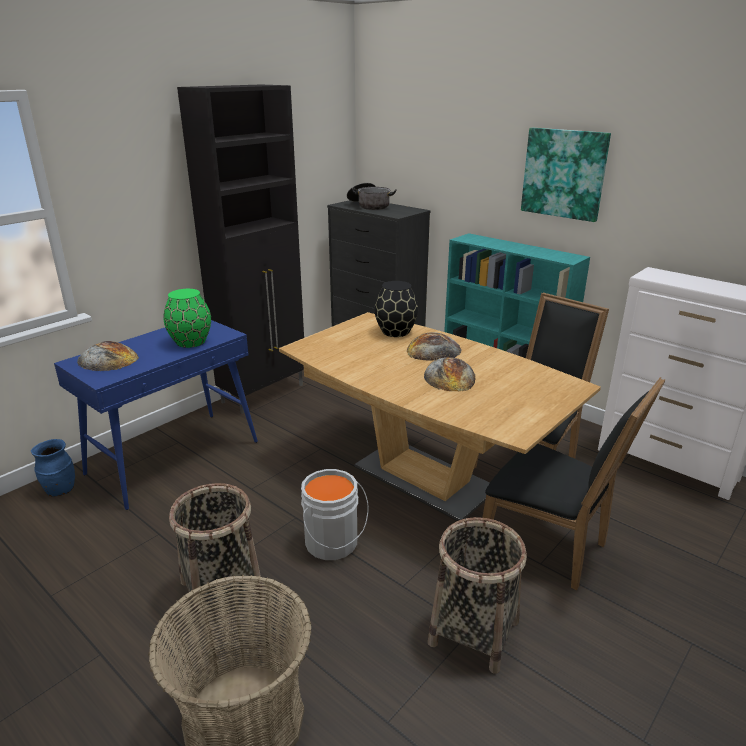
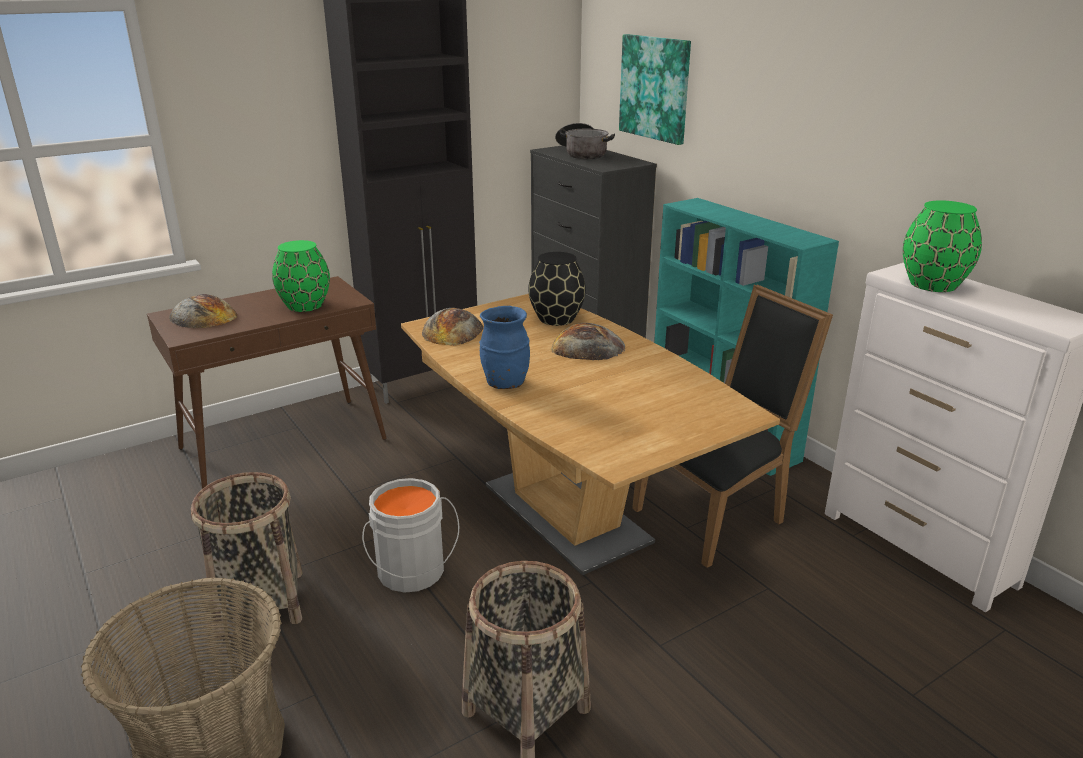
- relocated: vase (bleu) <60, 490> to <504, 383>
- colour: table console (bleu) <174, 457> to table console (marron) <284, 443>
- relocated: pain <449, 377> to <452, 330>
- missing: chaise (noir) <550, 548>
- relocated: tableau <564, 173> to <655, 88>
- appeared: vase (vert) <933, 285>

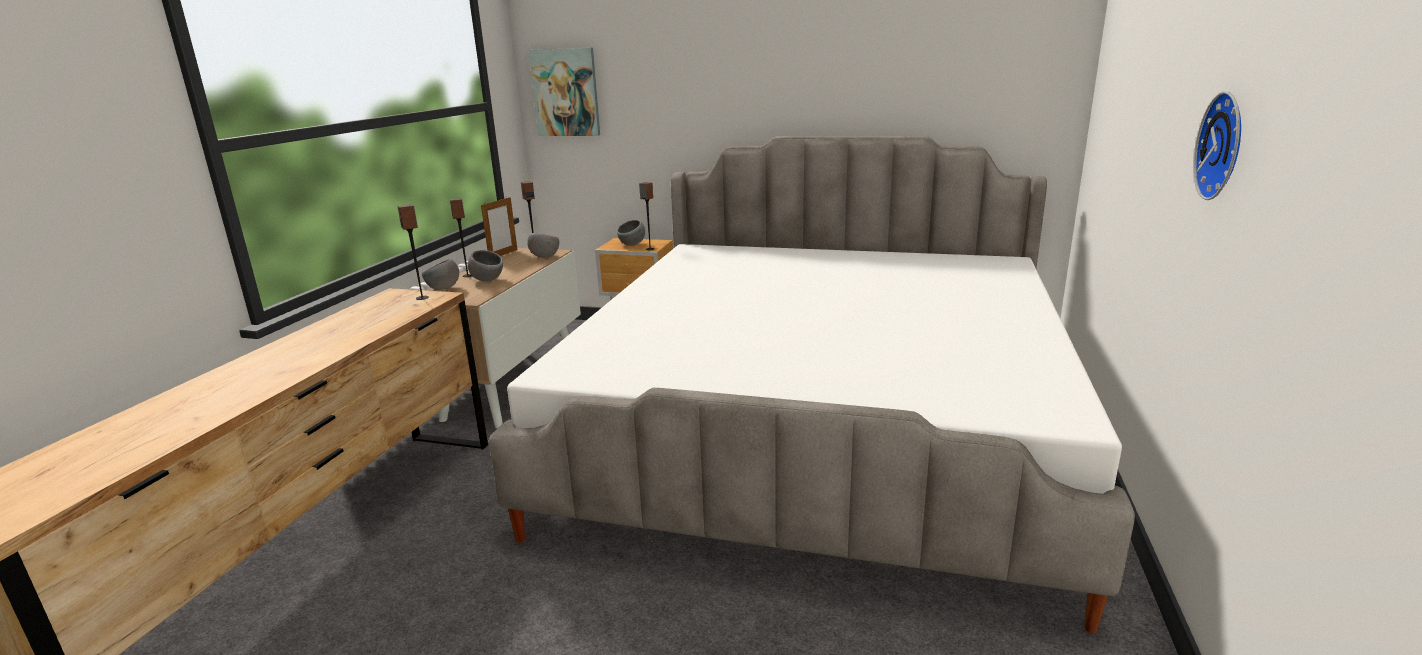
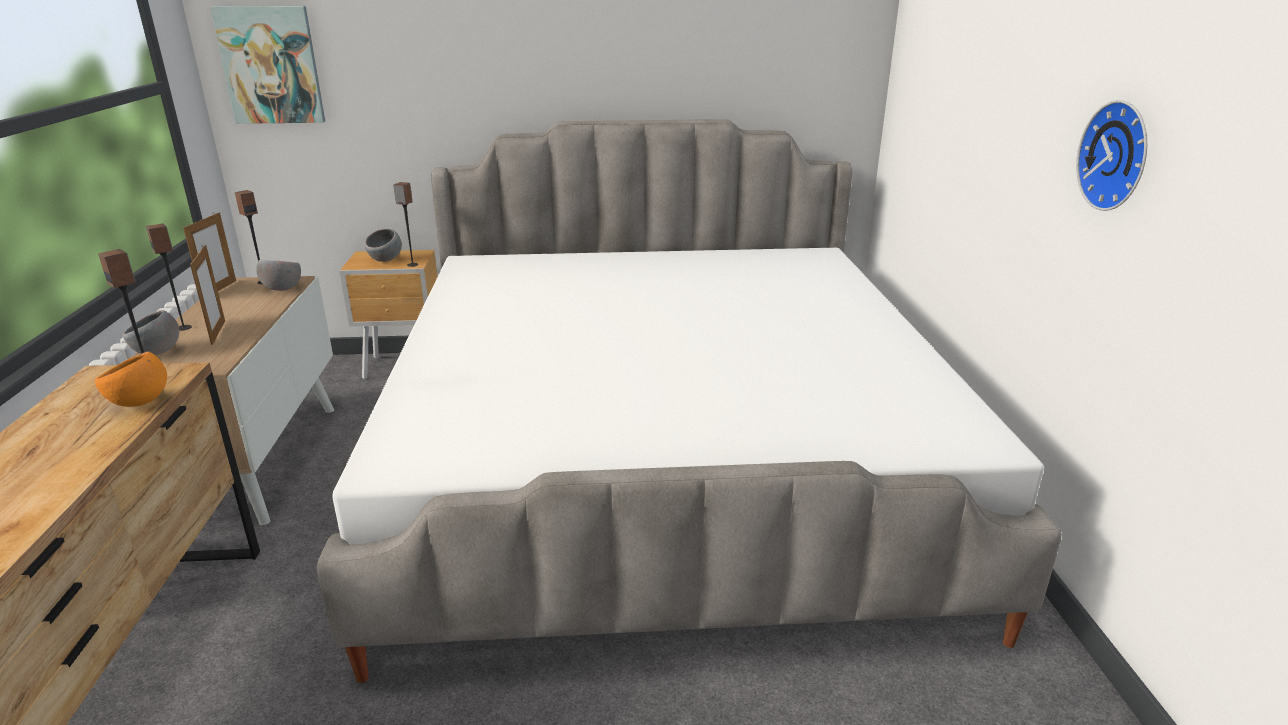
- exchanged: bol (gris) <487, 280> to cadre photo <218, 332>
- appeared: bol (orange) <140, 403>

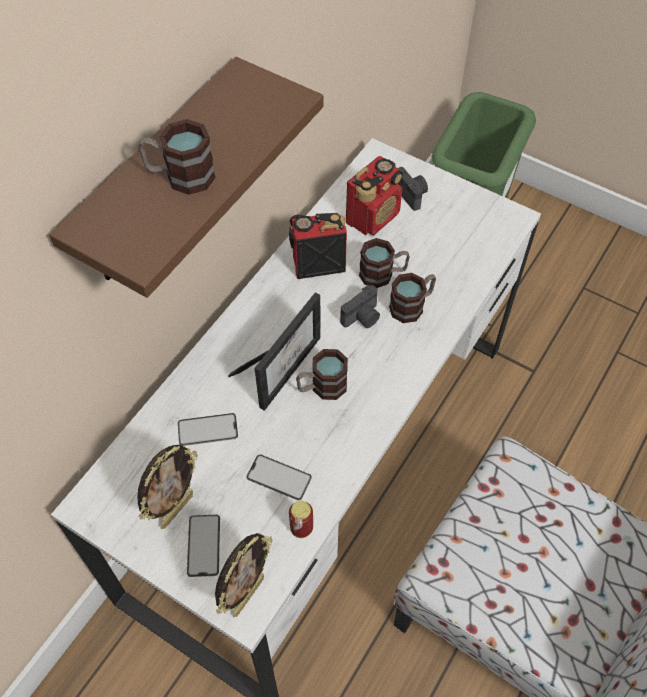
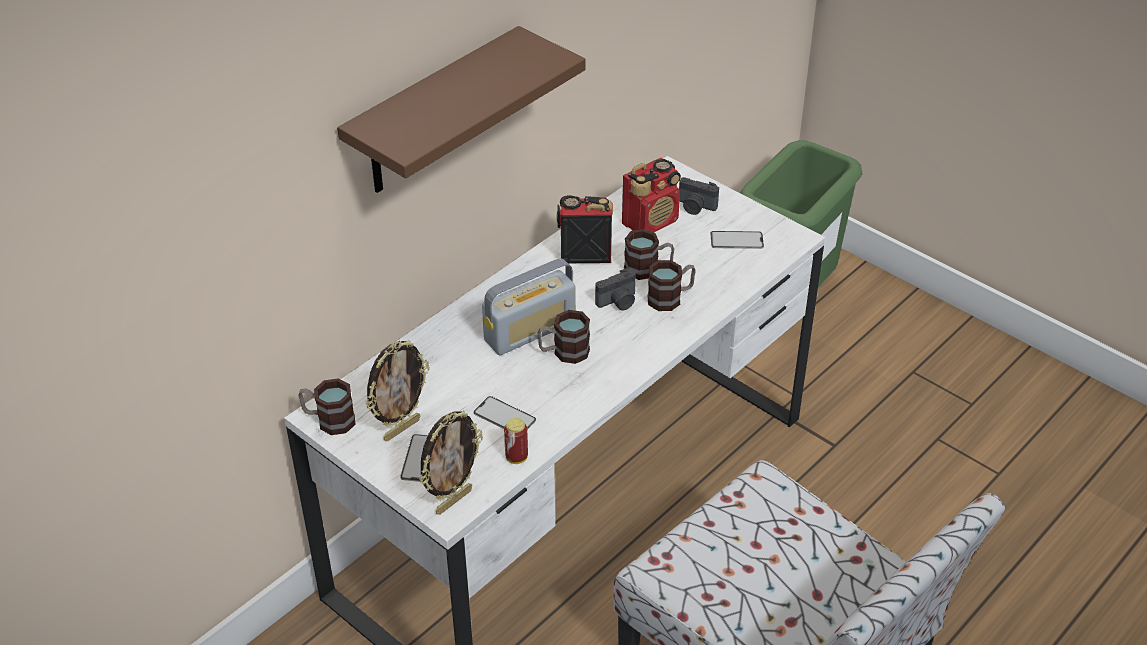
- relocated: mug <180, 176> to <329, 420>
- relocated: téléphone <207, 430> to <736, 240>
- exchanged: cadre photo <283, 366> to radio <530, 331>
- spun: appareil photo <412, 194> = <695, 207> 135 degrees clockwise

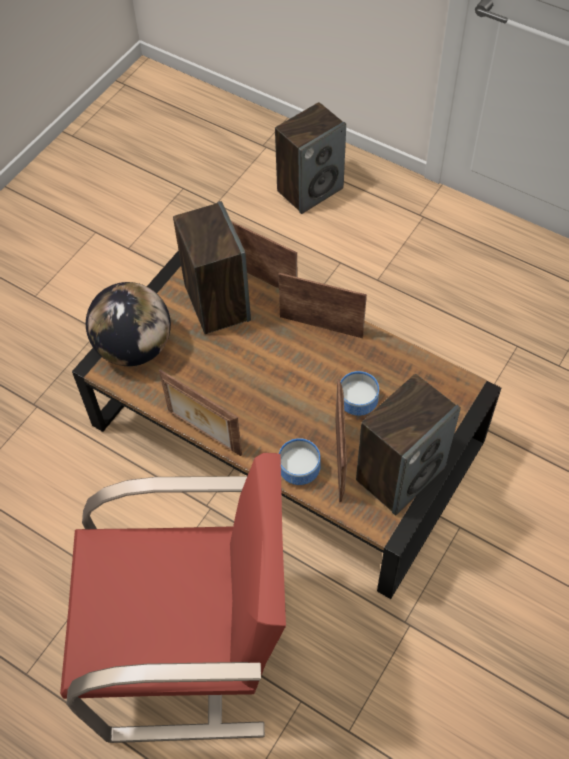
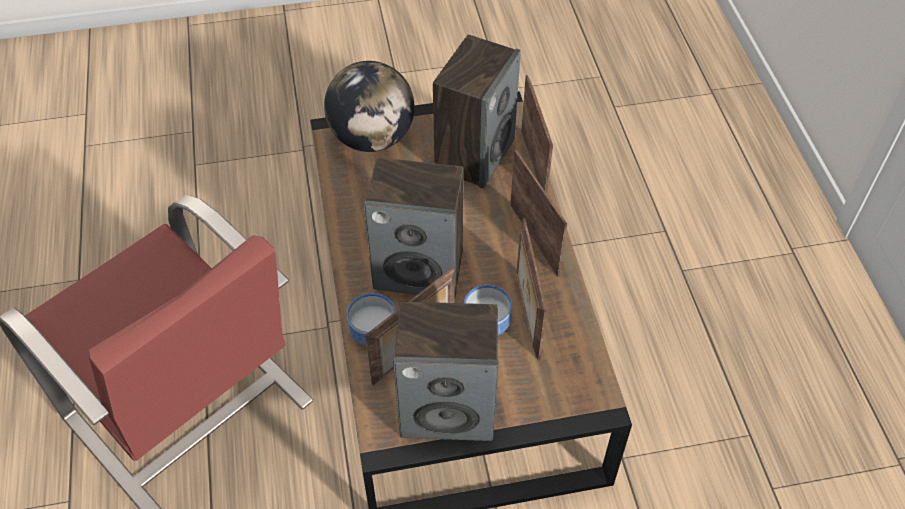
- relocated: cadre photo <203, 433> to <526, 314>
- relocated: enceinte <310, 189> to <419, 270>

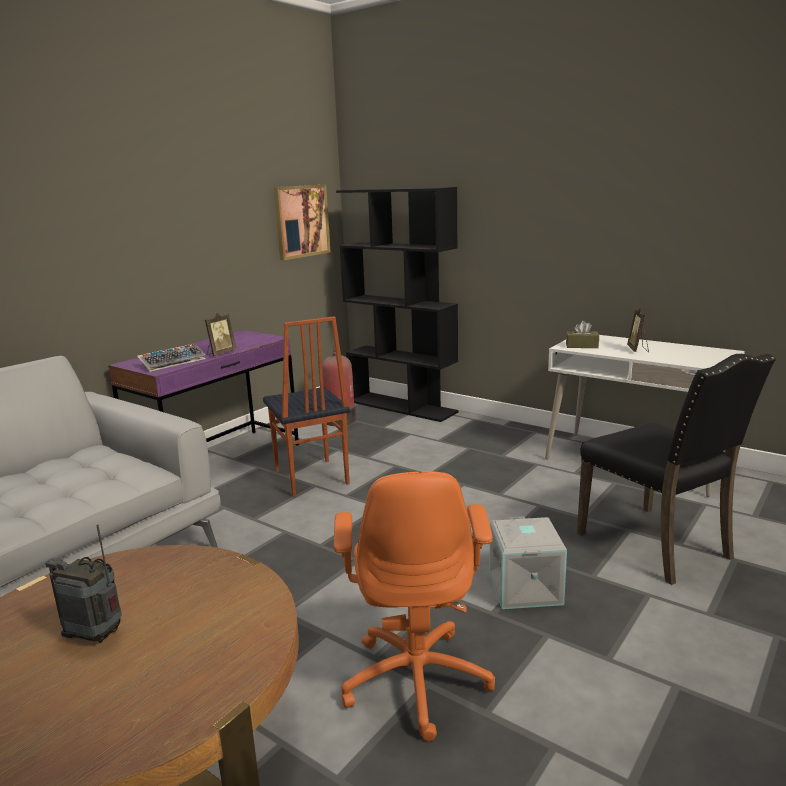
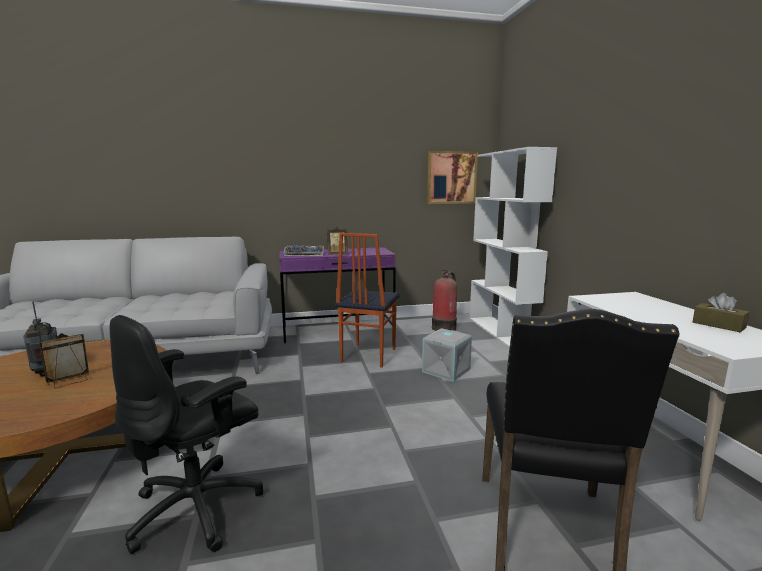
- colour: chaise de bureau (orange) <417, 678> to chaise de bureau (noir) <198, 508>
- colour: bibliothèque (noir) <402, 406> to bibliothèque (blanc) <501, 332>
- relocated: boîte de rangement (gris) <526, 588> to <446, 371>
- relocated: boîte à mouchoirs (marron) <582, 346> to <718, 325>
- relocated: cadre photo <637, 349> to <69, 381>

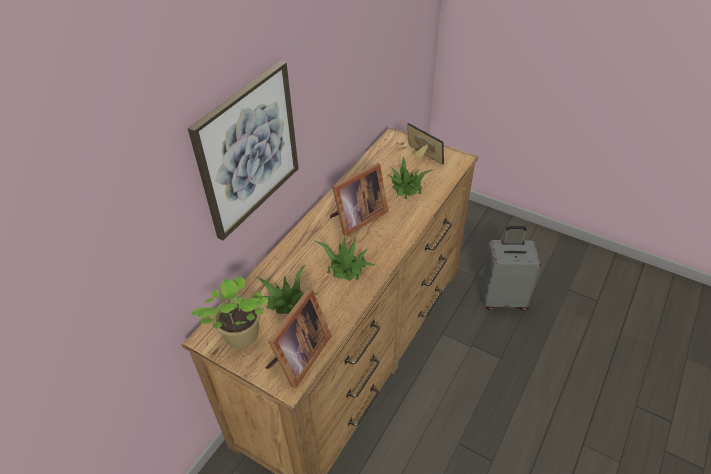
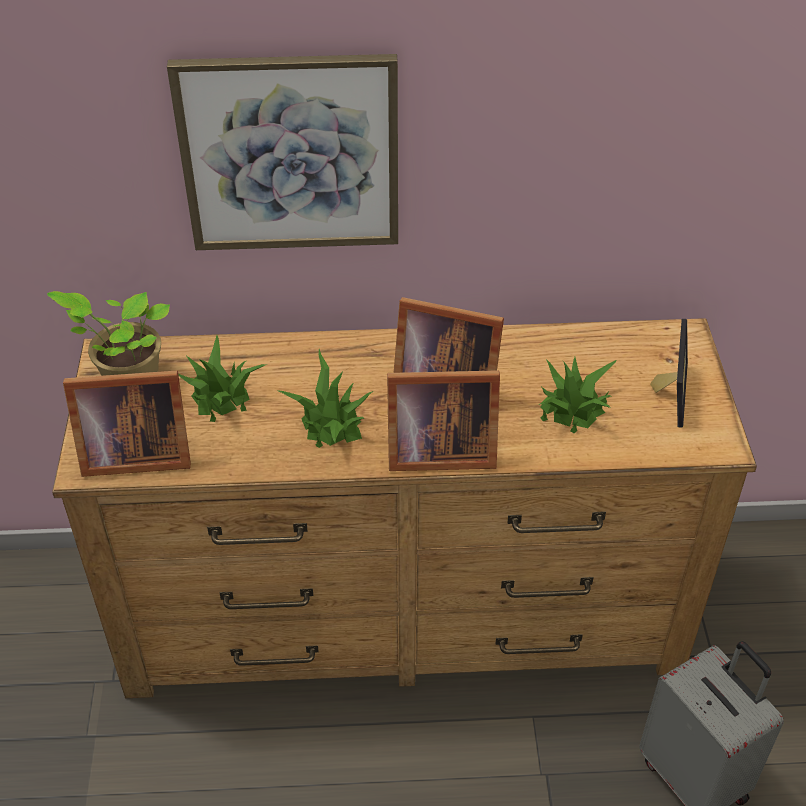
- appeared: cadre photo <436, 451>

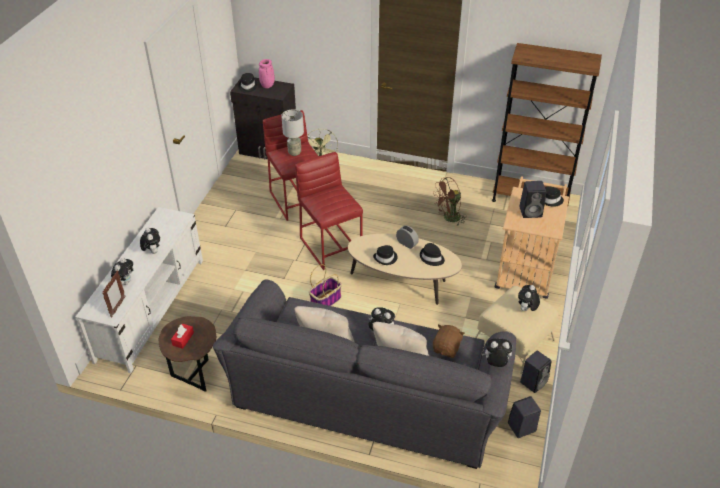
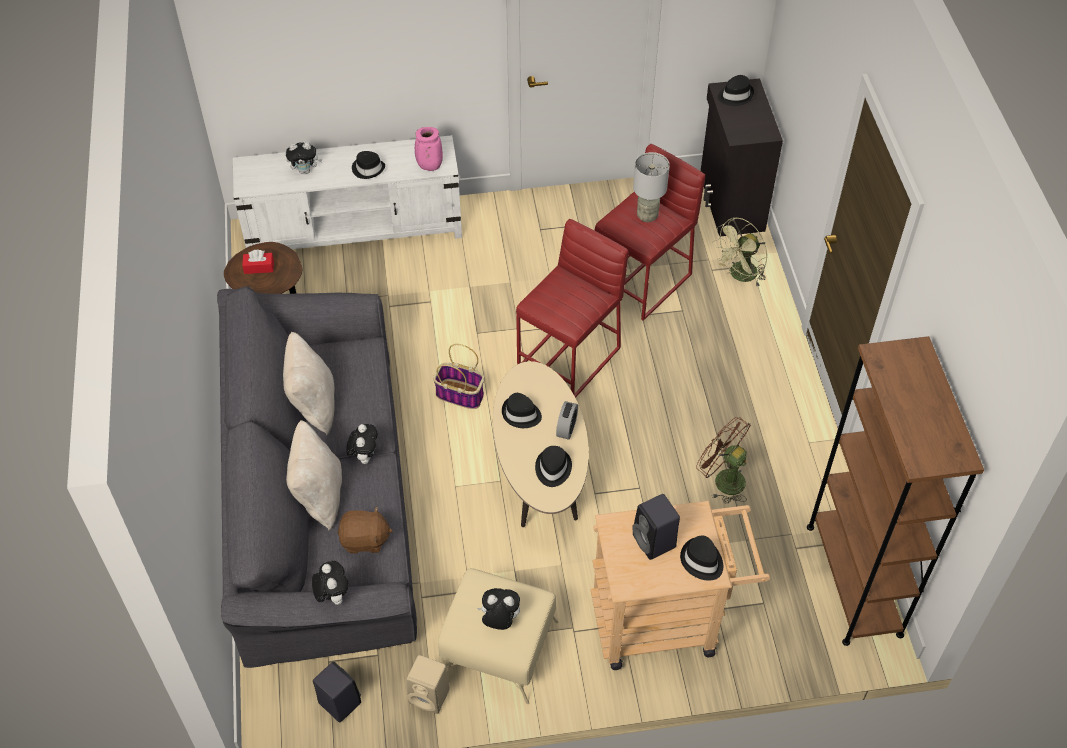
- missing: cadre photo <118, 307>
- exchanged: peluche <152, 251> to chapeau (noir) <368, 169>
- relocated: vase (rose) <267, 86> to <429, 166>
- colour: enceinte (noir) <533, 381> to enceinte (beige) <430, 696>

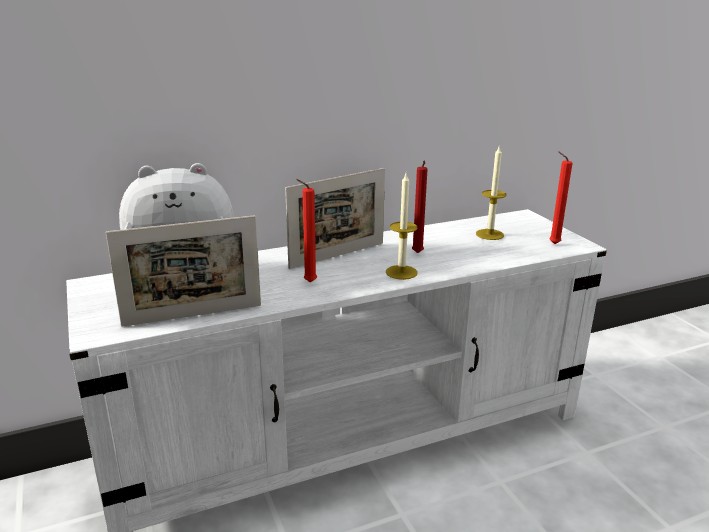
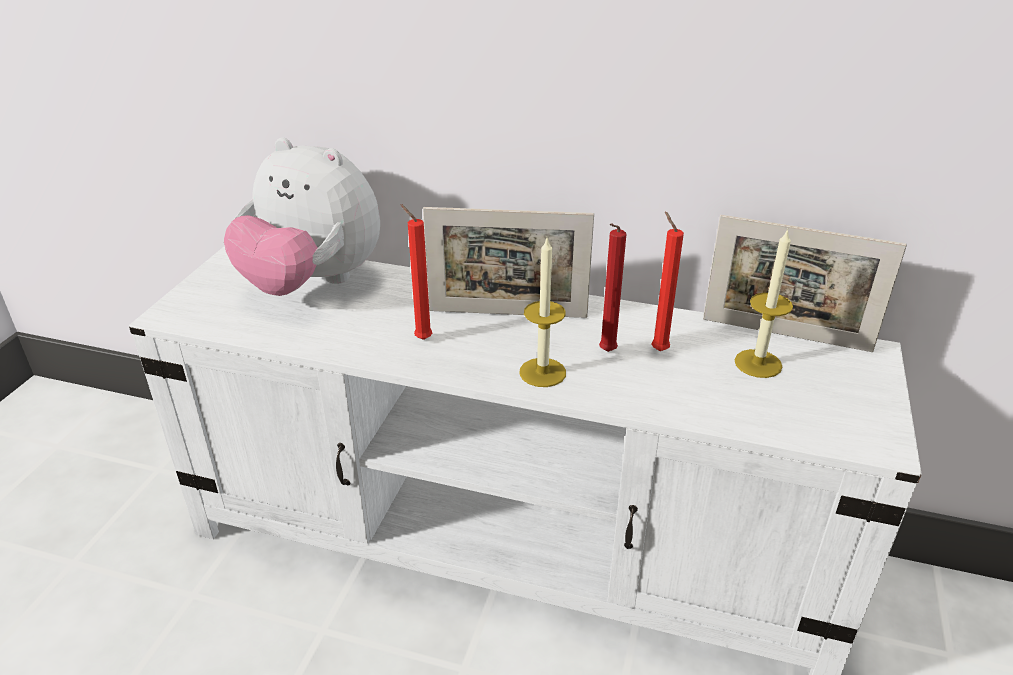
- relocated: cadre photo <193, 315> to <785, 335>
- relocated: bougie (rouge) <552, 244> to <657, 349>

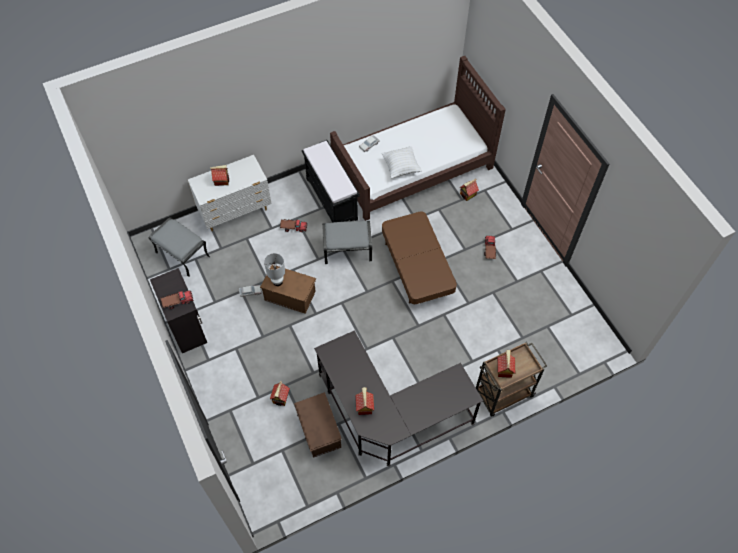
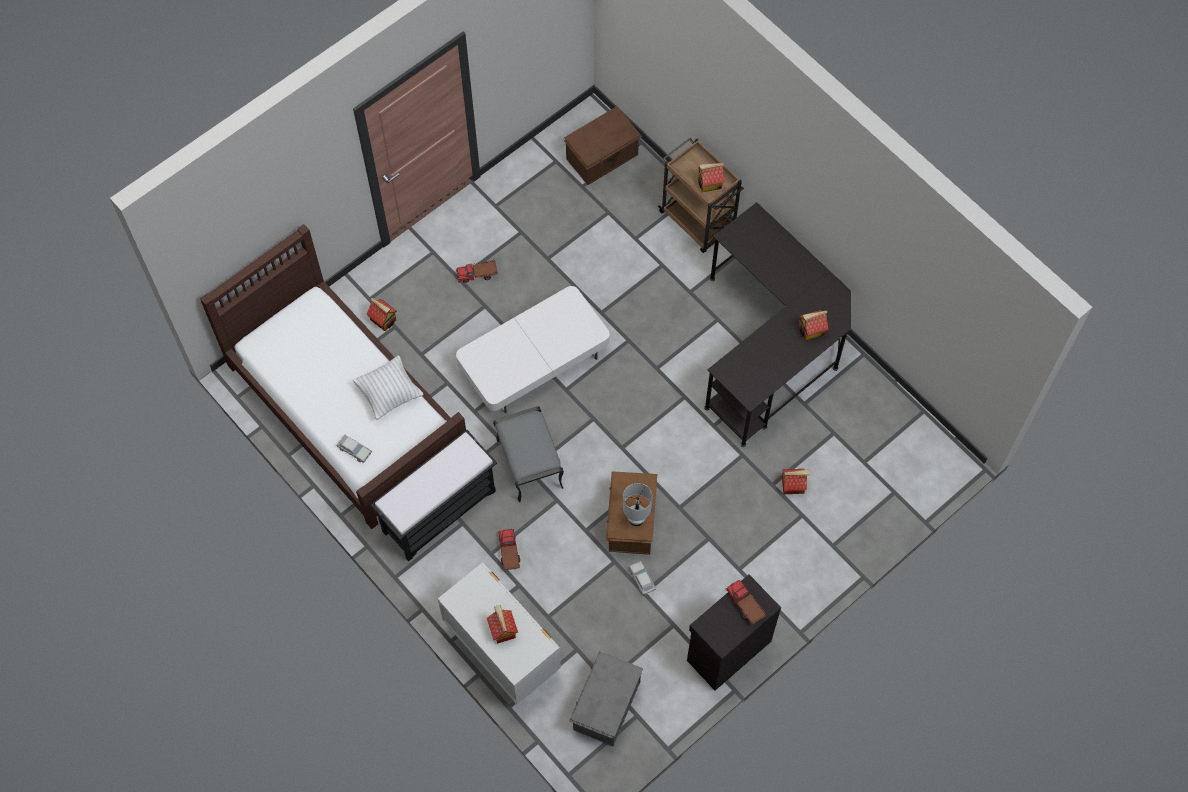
- exchanged: pouf (gris) <181, 254> to boîte de rangement (gris) <605, 706>
- relocated: boîte de rangement (marron) <318, 431> to <603, 157>
- colour: table basse (marron) <417, 267> to table basse (blanc) <534, 362>

